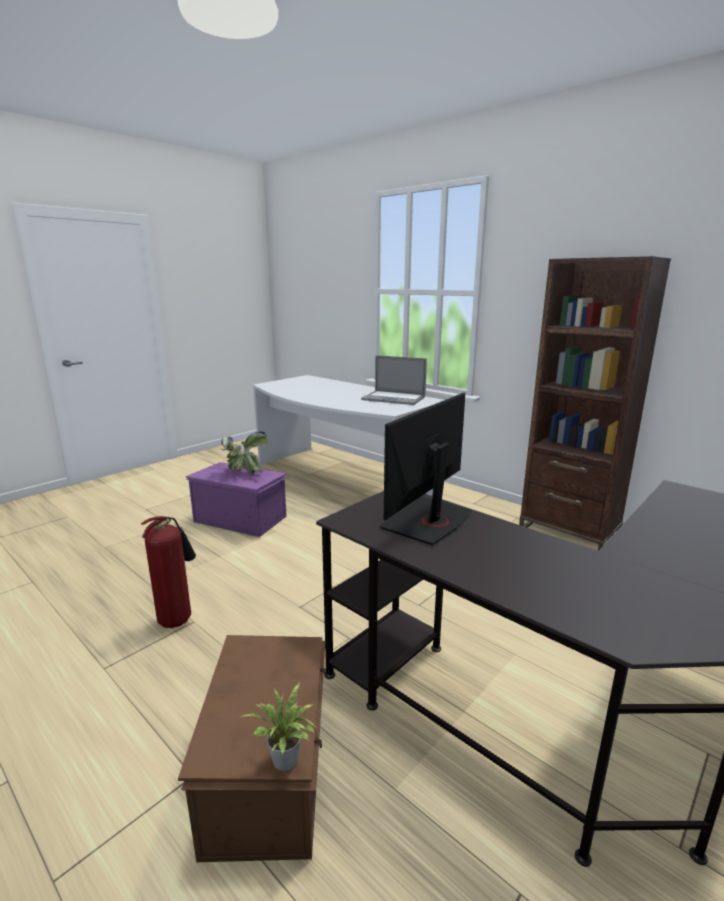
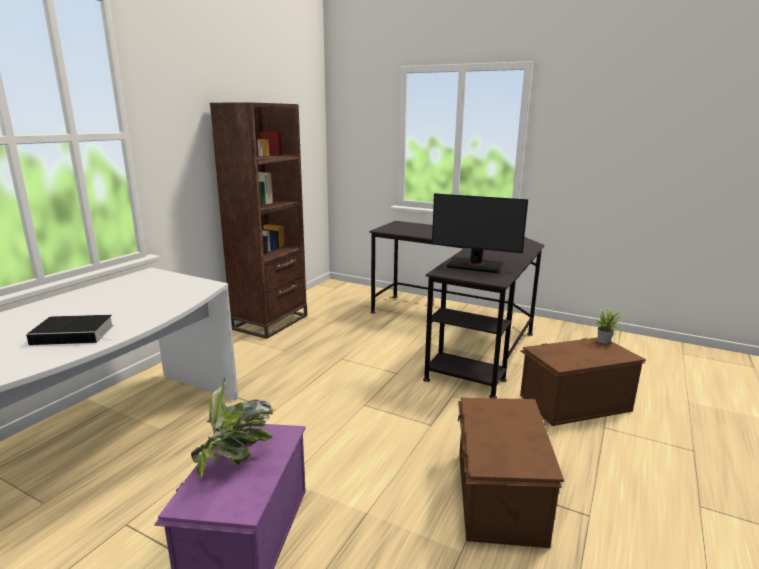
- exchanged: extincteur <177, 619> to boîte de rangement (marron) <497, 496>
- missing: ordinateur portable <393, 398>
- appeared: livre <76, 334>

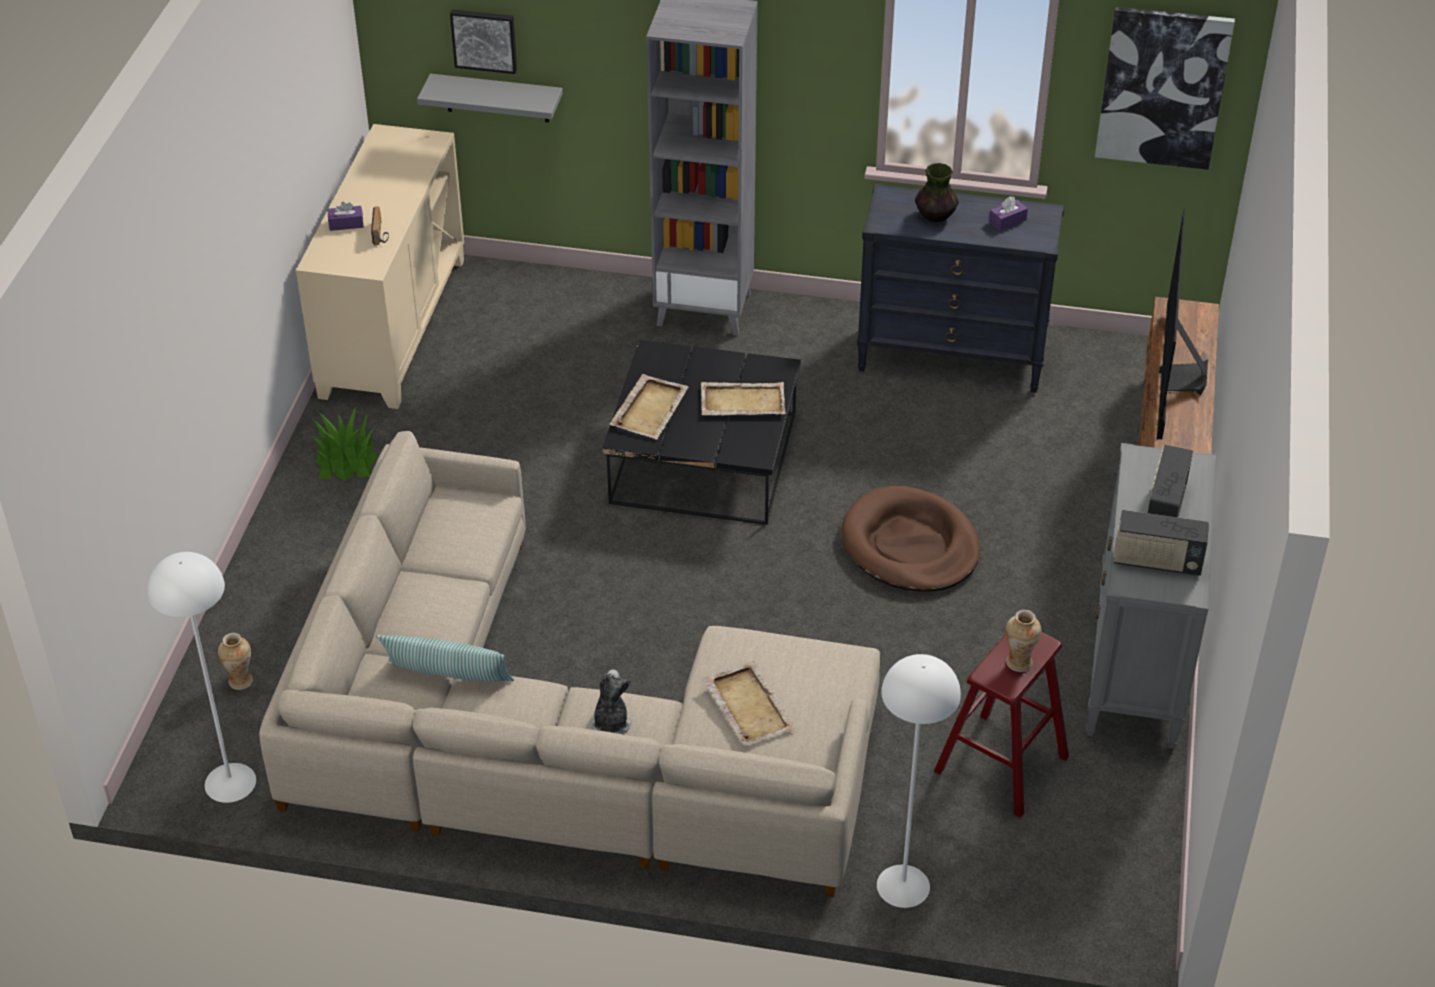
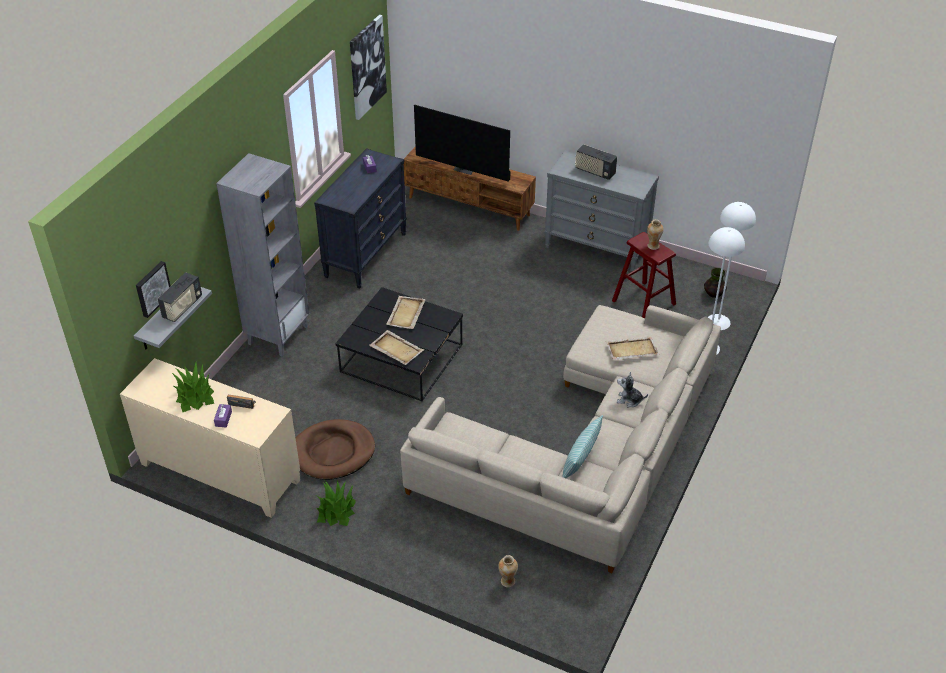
- relocated: lampadaire (blanc) <230, 782> to <718, 322>
- relocated: panier pour chien (marron) <910, 546> to <333, 452>
- relocated: vase <935, 216> to <714, 294>
- relocated: radio <1156, 562> to <182, 307>
- appeared: plante en pot <194, 396>

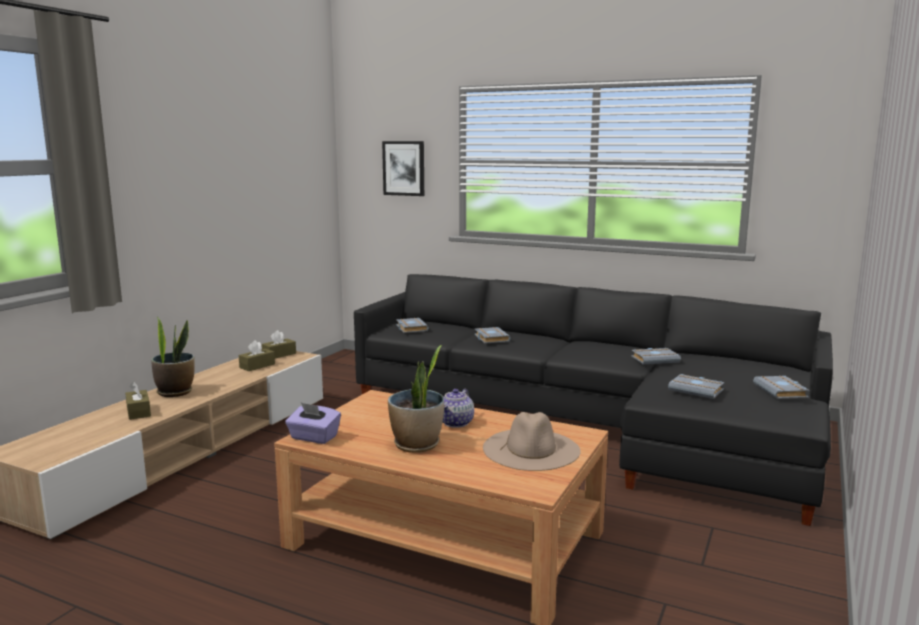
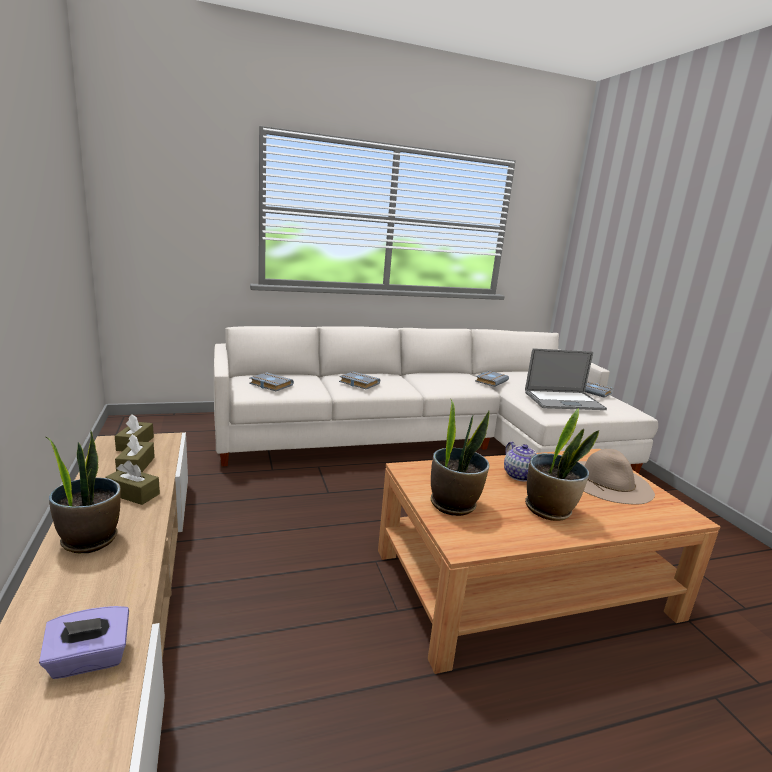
- relocated: boîte à mouchoirs (marron) <138, 412> to <133, 494>
- relocated: boîte à mouchoirs (violet) <313, 438> to <89, 660>
- colour: canapé (noir) <594, 423> to canapé (blanc) <435, 438>
- missing: tableau <404, 168>
- exchanged: livre (gris) <697, 390> to ordinateur portable <564, 401>
- appeared: plante en pot <453, 504>

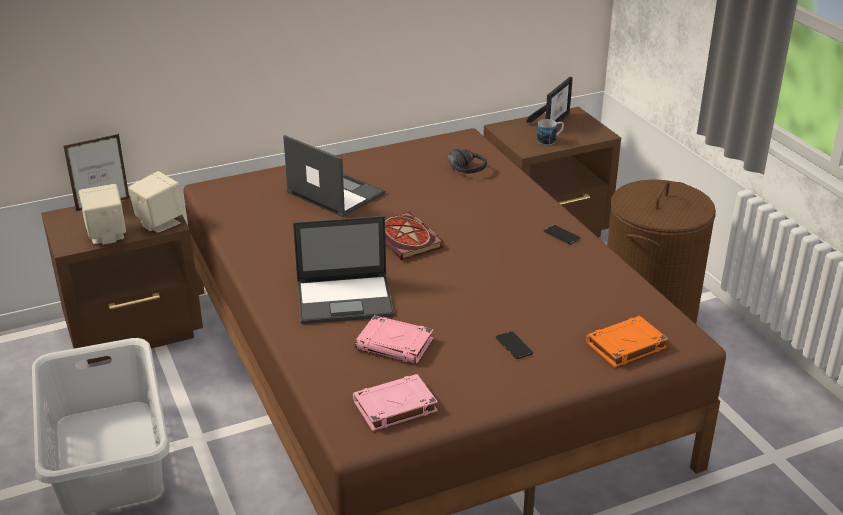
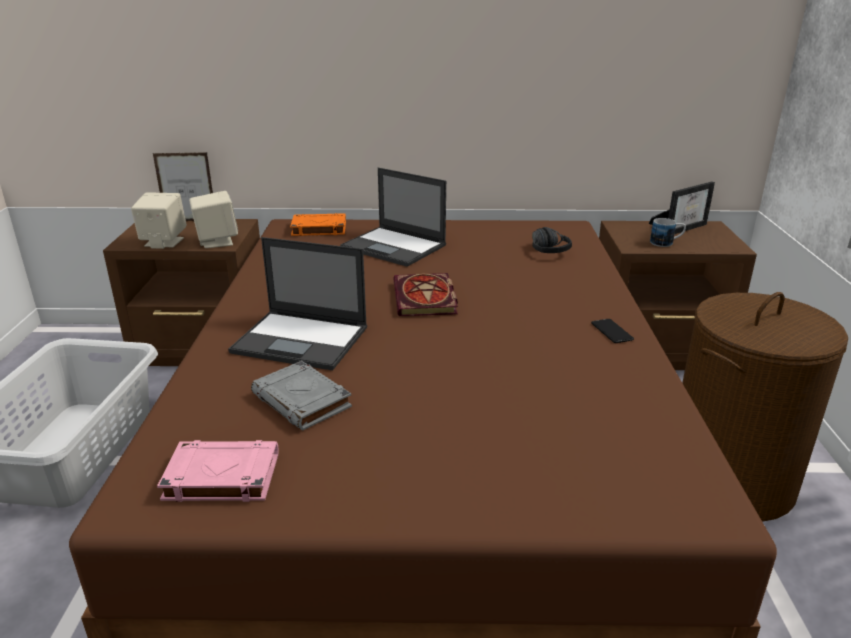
- spun: ordinateur portable <334, 193> = <395, 247> 150 degrees clockwise
- colour: livre (rose) <395, 344> to livre (gris) <302, 401>
- missing: téléphone <514, 346>
- relocated: livre (orange) <625, 346> to <318, 229>

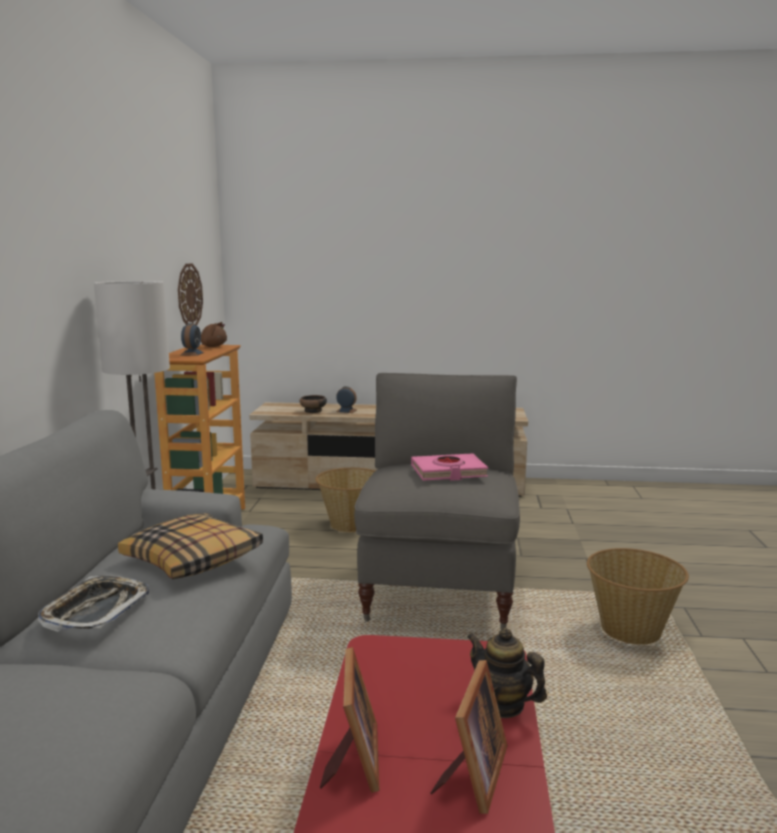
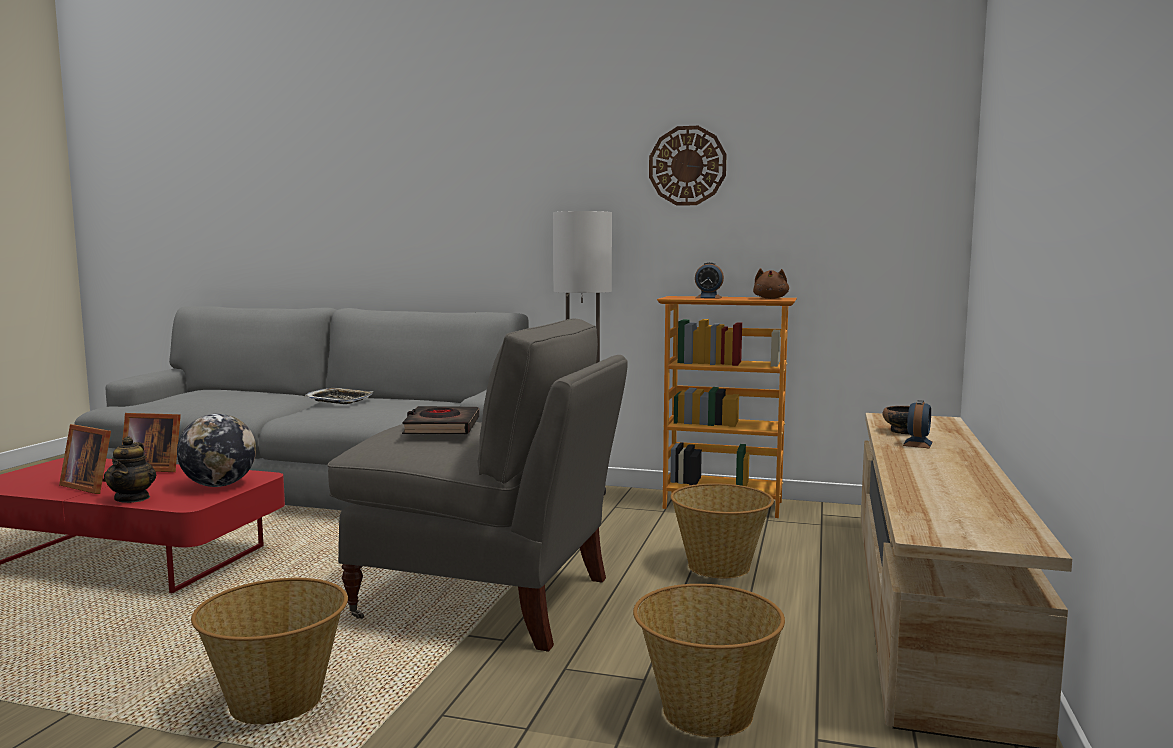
- missing: coussin <193, 559>
- relocated: horloge murale <189, 295> to <687, 166>
- colour: livre (rose) <448, 472> to livre (noir) <441, 427>
- spun: théière <503, 705> = <132, 498> 120 degrees clockwise
- appeared: globe <219, 485>
- appeared: panier <706, 711>

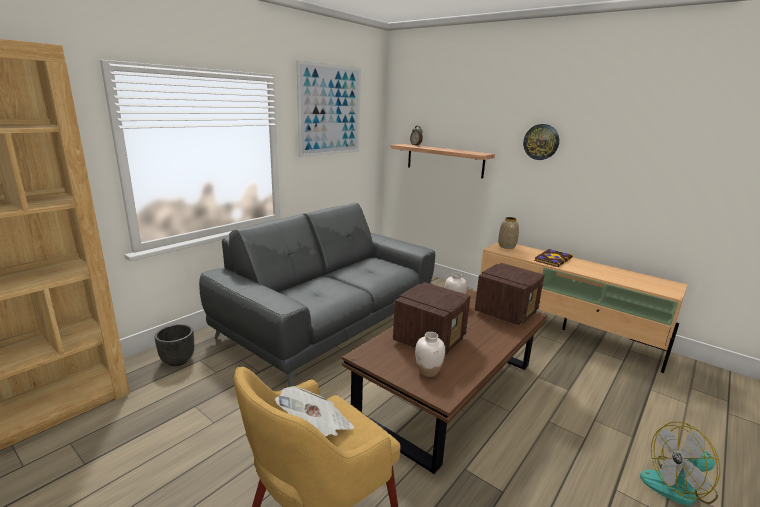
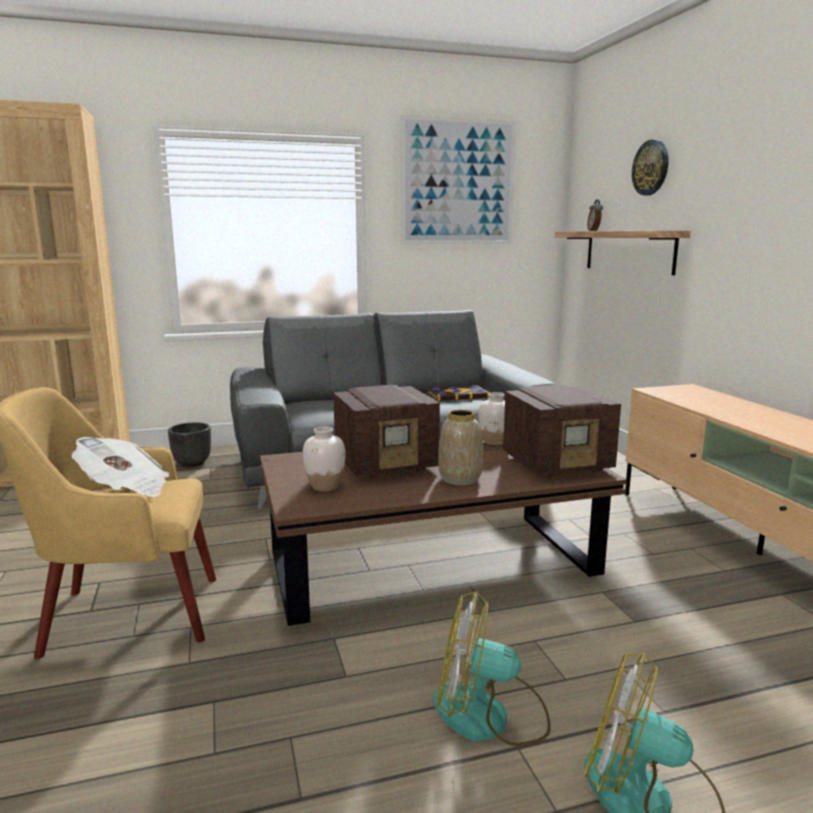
- relocated: vase <506, 246> to <459, 479>
- relocated: horloge murale <541, 142> to <651, 167>
- relocated: livre <552, 259> to <457, 395>
- appeared: ventilateur <489, 716>

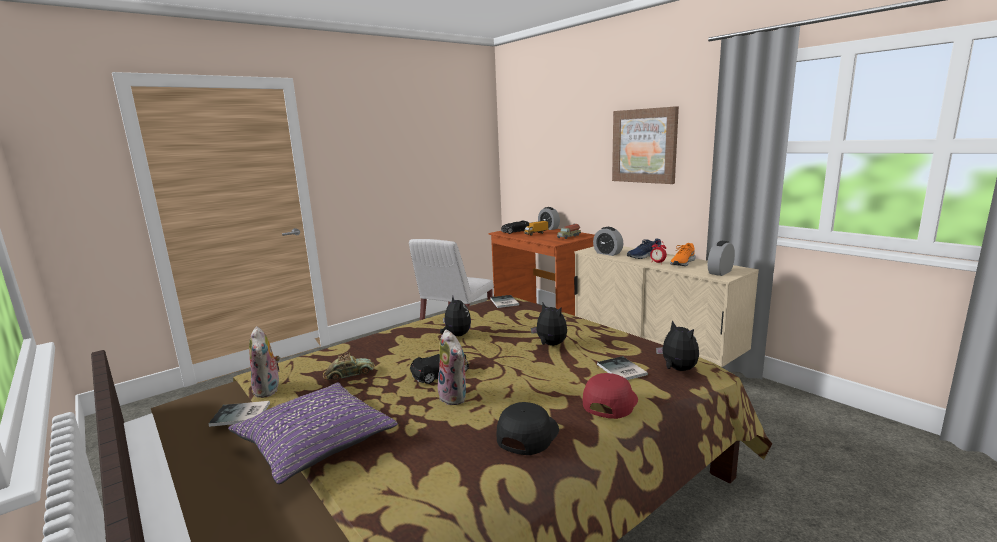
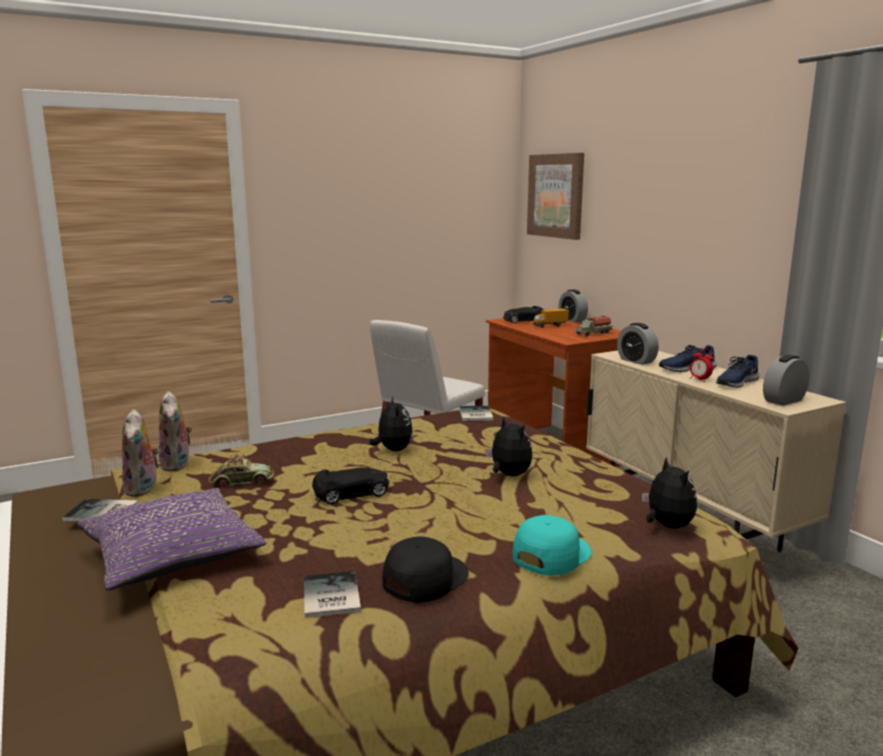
- relocated: peluche <455, 397> to <177, 465>
- colour: casquette (rouge) <609, 401> to casquette (turquoise) <550, 554>
- relocated: livre <621, 370> to <329, 596>
- relocated: tableau <644, 146> to <556, 195>
- colour: chaussure (orange) <682, 262> to chaussure (bleu) <736, 382>

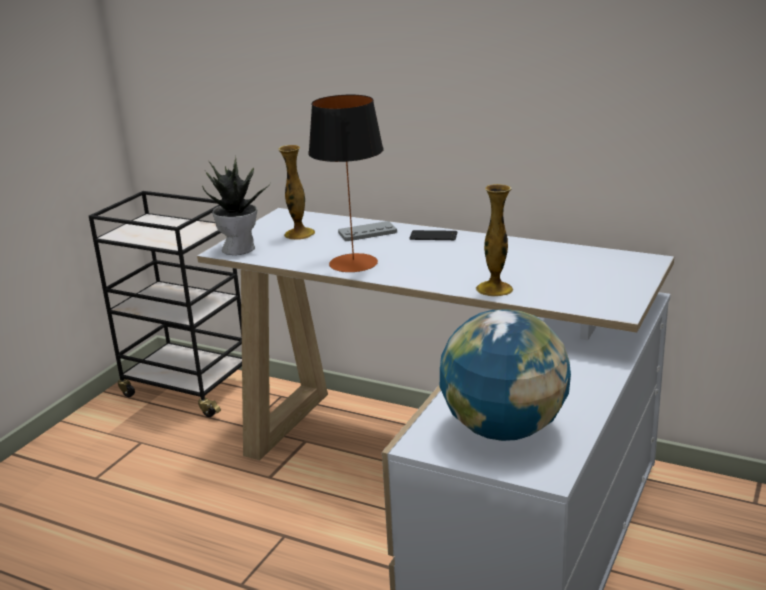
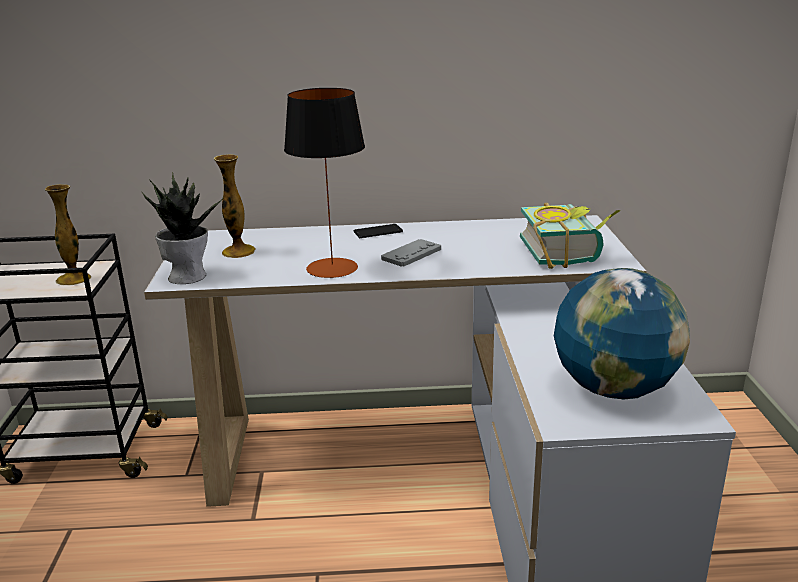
- relocated: manette (gris) <367, 232> to <411, 254>
- relocated: vase <494, 289> to <73, 279>
- appeared: livre <567, 253>

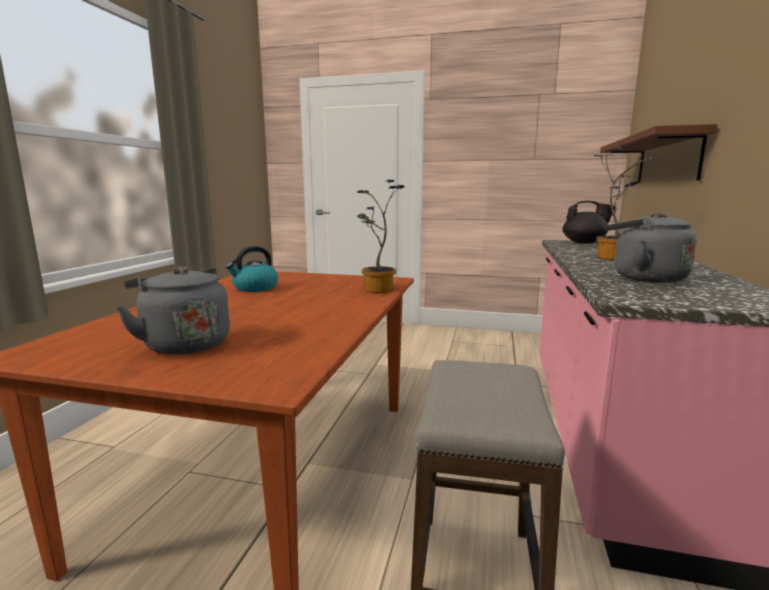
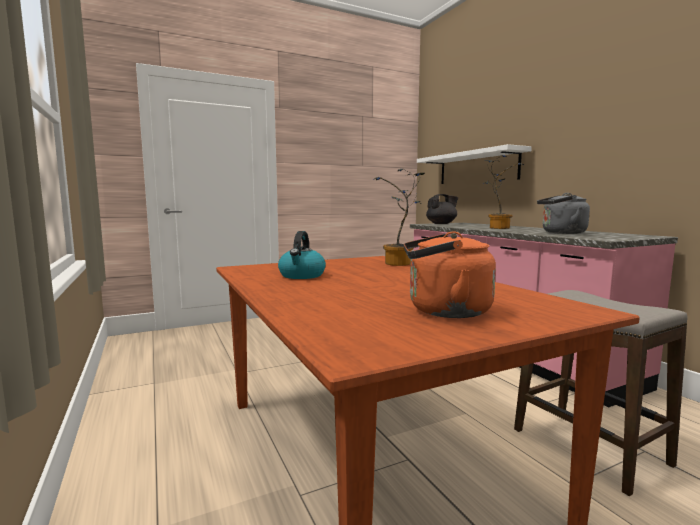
- colour: bouilloire (gris) <184, 344> to bouilloire (orange) <444, 311>
- colour: étagère (marron) <667, 159> to étagère (blanc) <477, 168>

